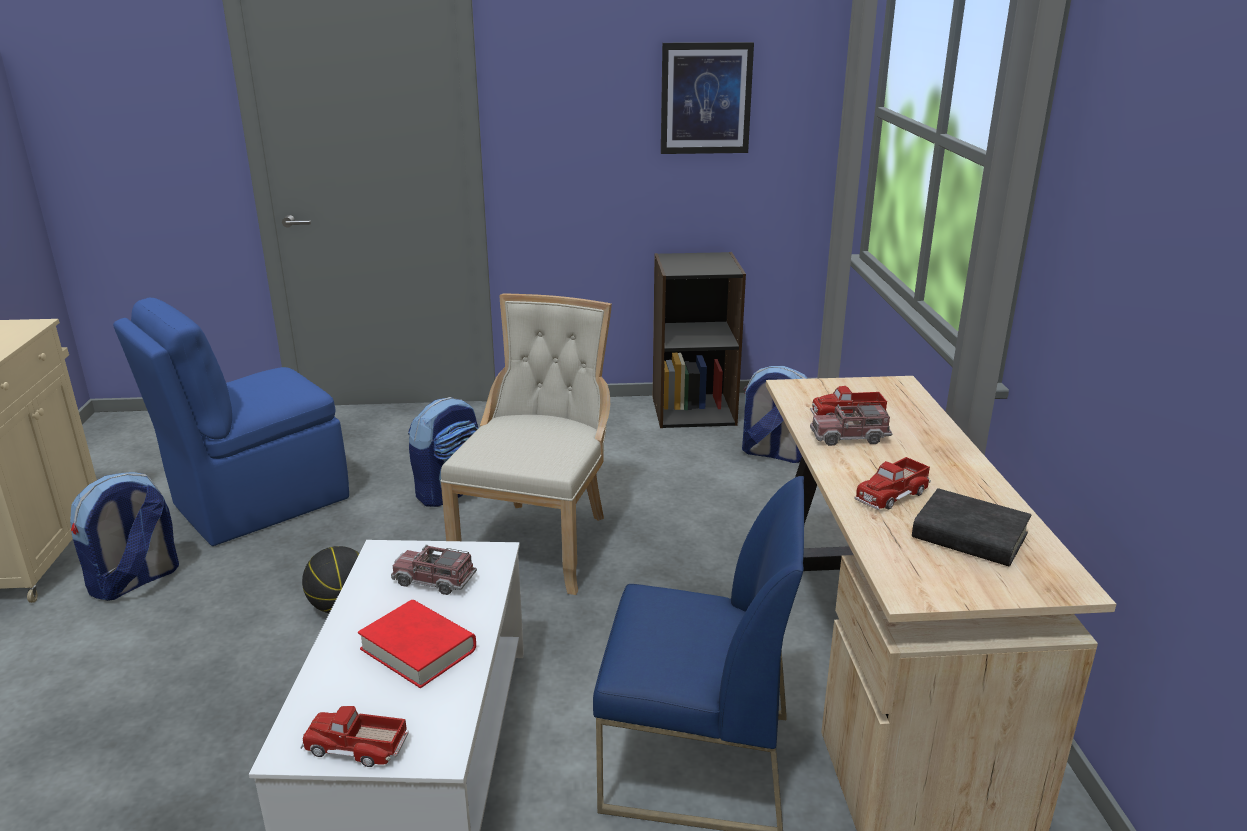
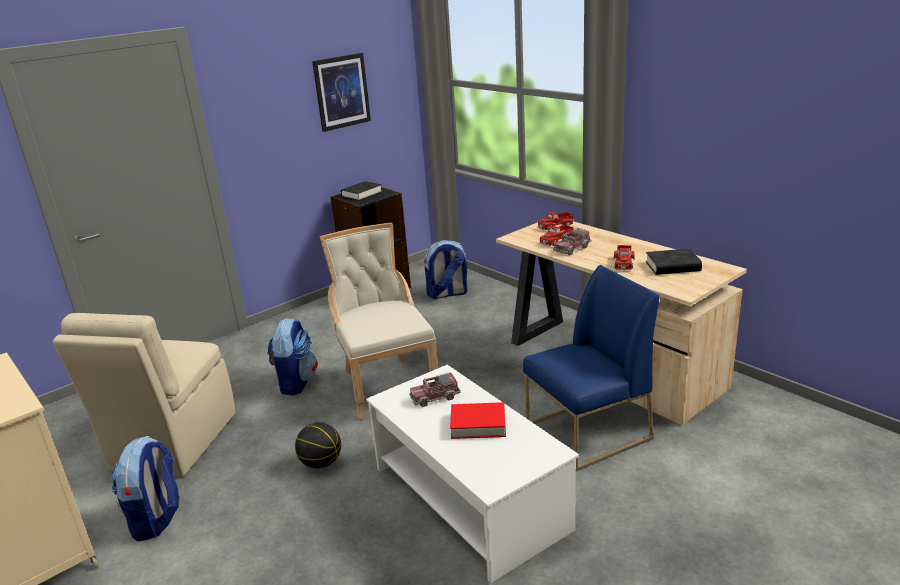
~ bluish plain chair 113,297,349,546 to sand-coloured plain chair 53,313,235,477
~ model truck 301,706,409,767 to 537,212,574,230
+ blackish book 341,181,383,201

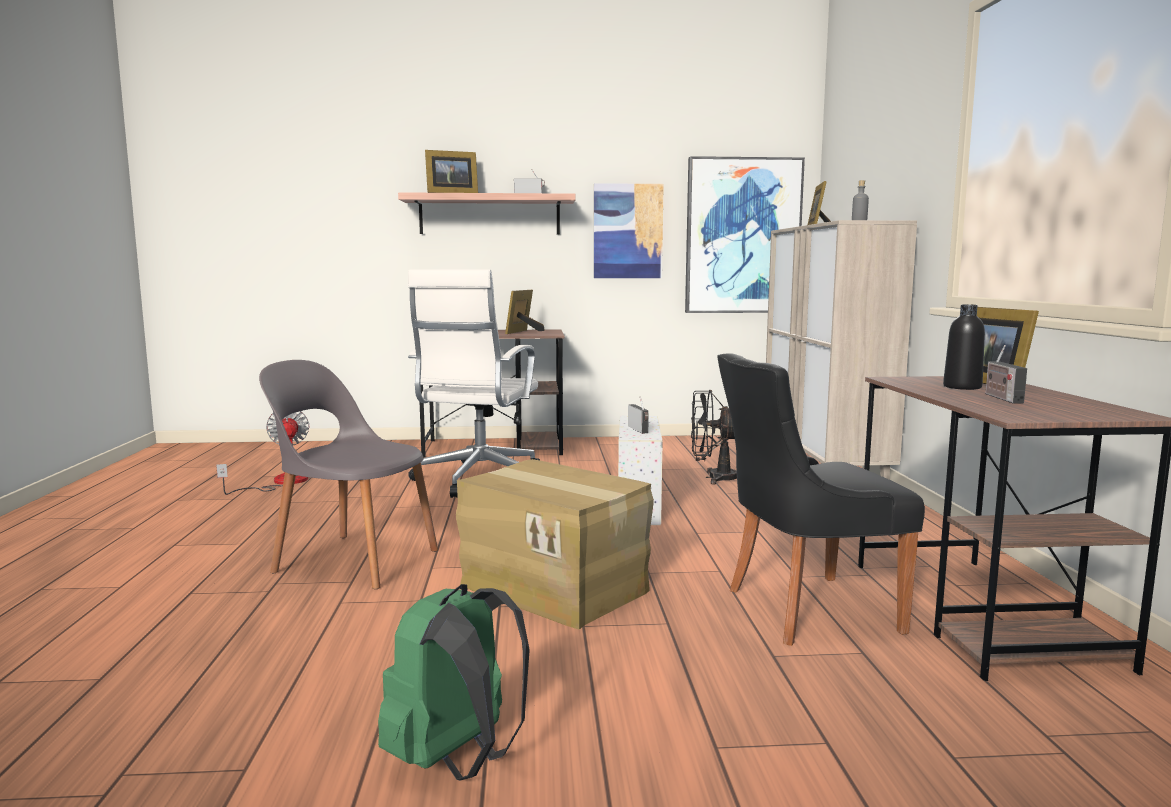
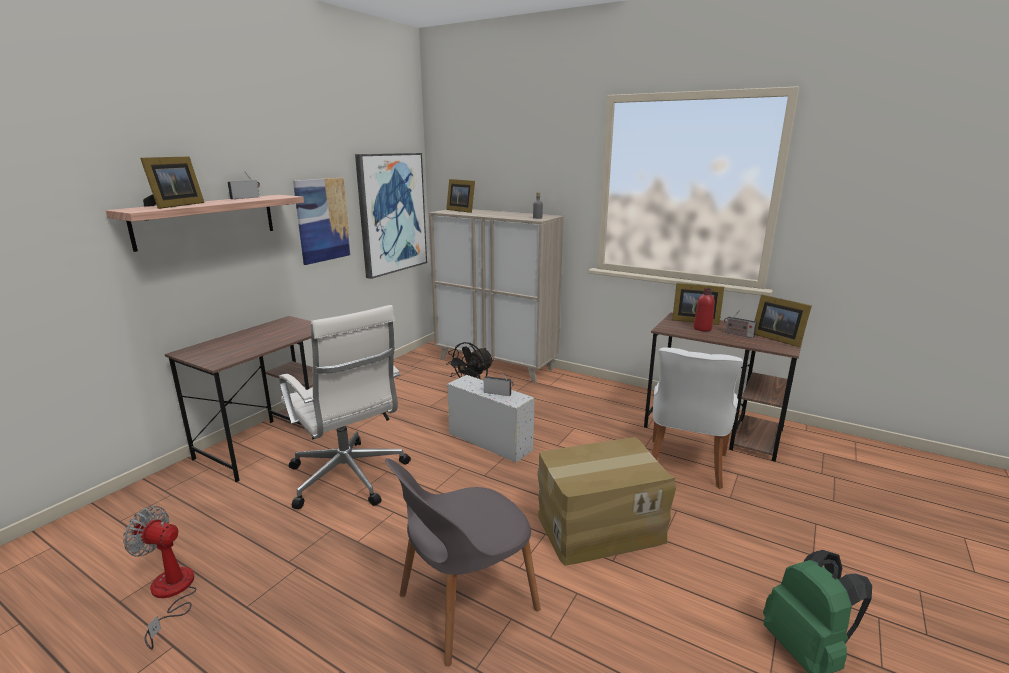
~ photo frame 505,290,545,334 to 755,295,812,347
~ blackish plain chair 717,353,925,646 to white plain chair 652,347,743,489
~ blackish beverage bottle 943,304,985,390 to red beverage bottle 694,288,715,331

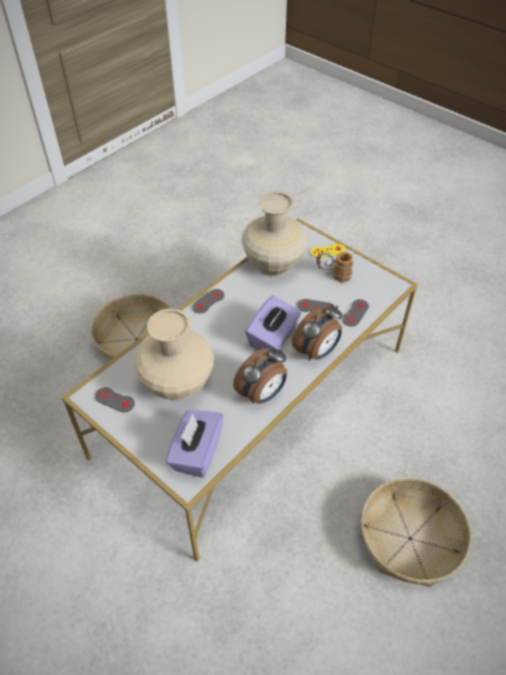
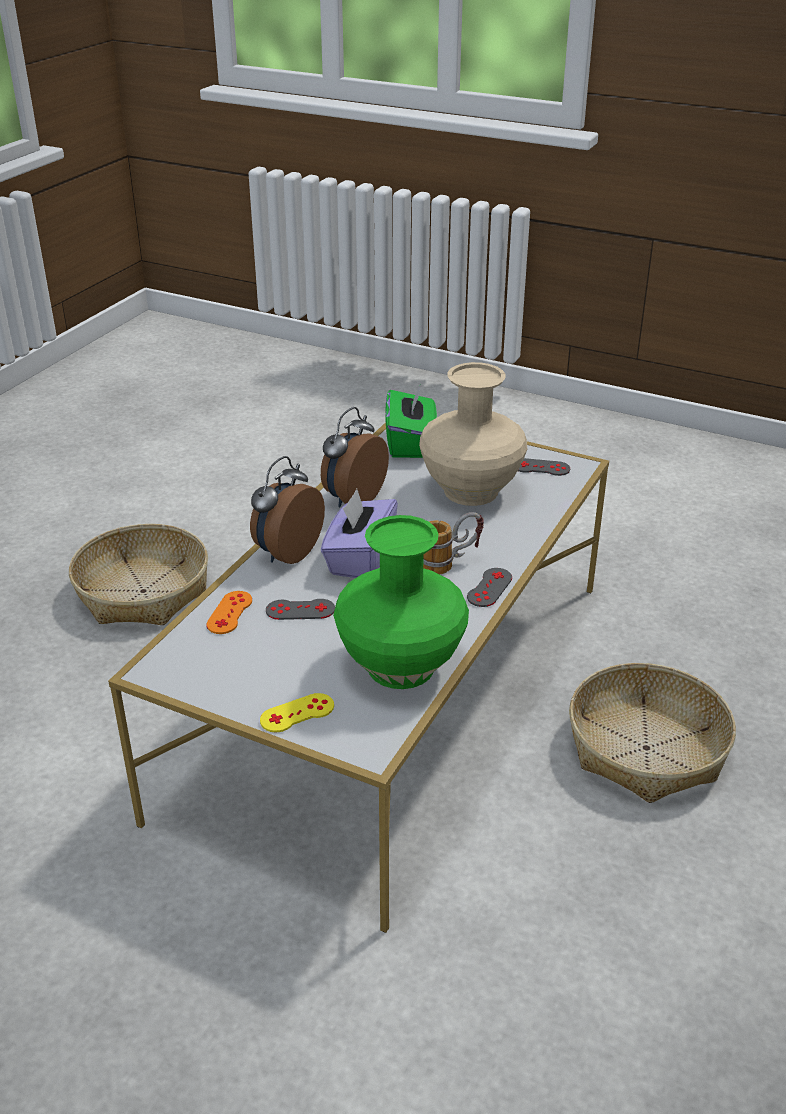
~ purplish tissue box 166,410,223,478 to green-coloured tissue box 385,383,437,458
~ sand-coloured decorative vase 242,191,308,277 to green-coloured decorative vase 333,515,469,689
~ coffee mug 317,252,353,282 to 423,512,484,574
~ gray gamepad 342,299,369,327 to orangey gamepad 206,591,252,634

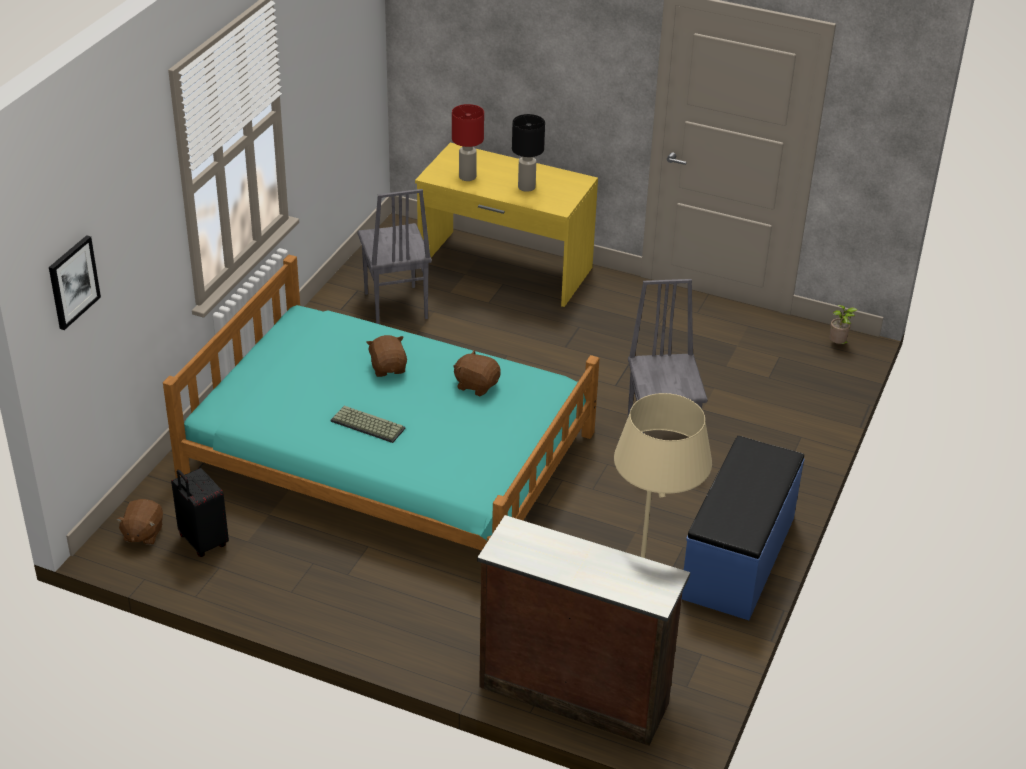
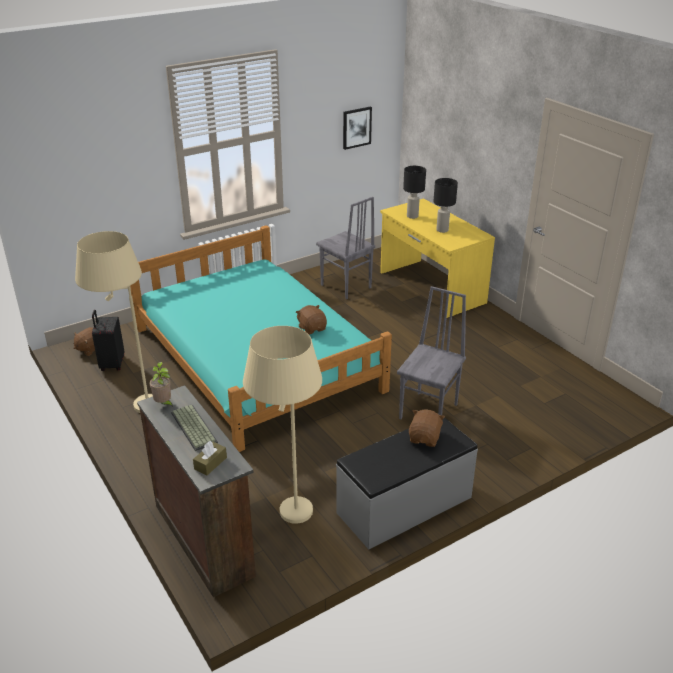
~ wall picture 49,235,101,330 to 343,107,372,150
~ keyboard 331,406,405,443 to 171,405,218,451
~ gray plain chair 357,189,432,324 = 316,197,375,299 60 degrees counterclockwise
~ brown-coloured plush toy 366,335,407,377 to 409,409,445,447
~ red lamp for a table 452,104,484,181 to blackish lamp for a table 403,166,426,219
~ bluish indoor bench 682,436,804,620 to gray indoor bench 336,418,478,549
~ houseplant 830,305,858,345 to 150,362,173,407
+ sand-coloured standing lamp 75,231,153,413
+ brown-coloured tissue box 193,441,227,475

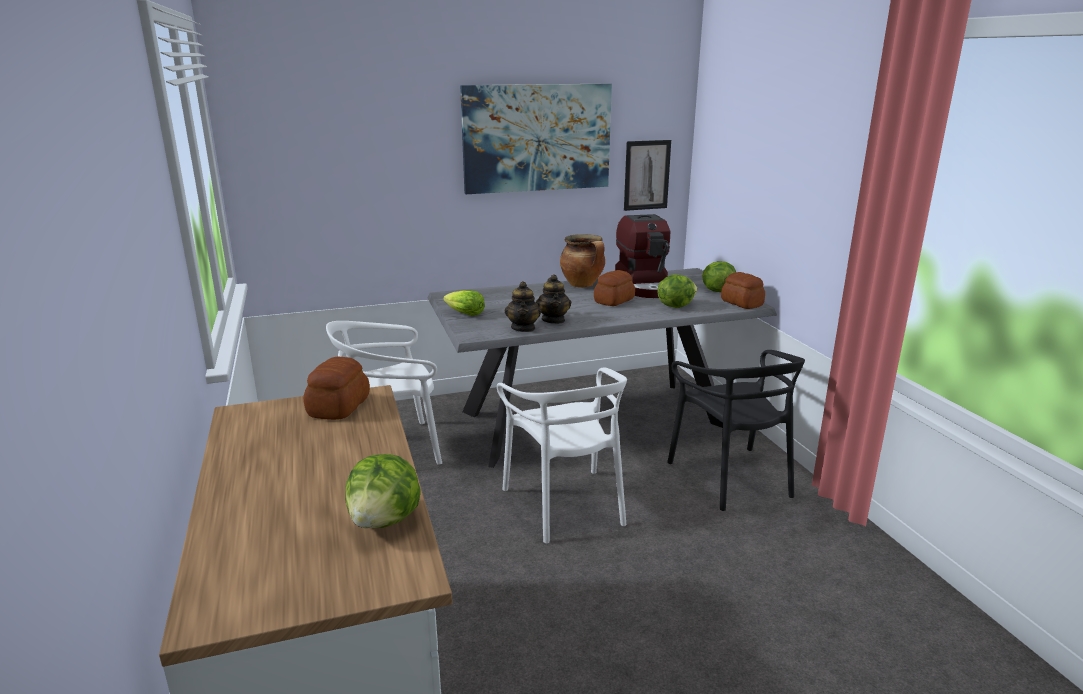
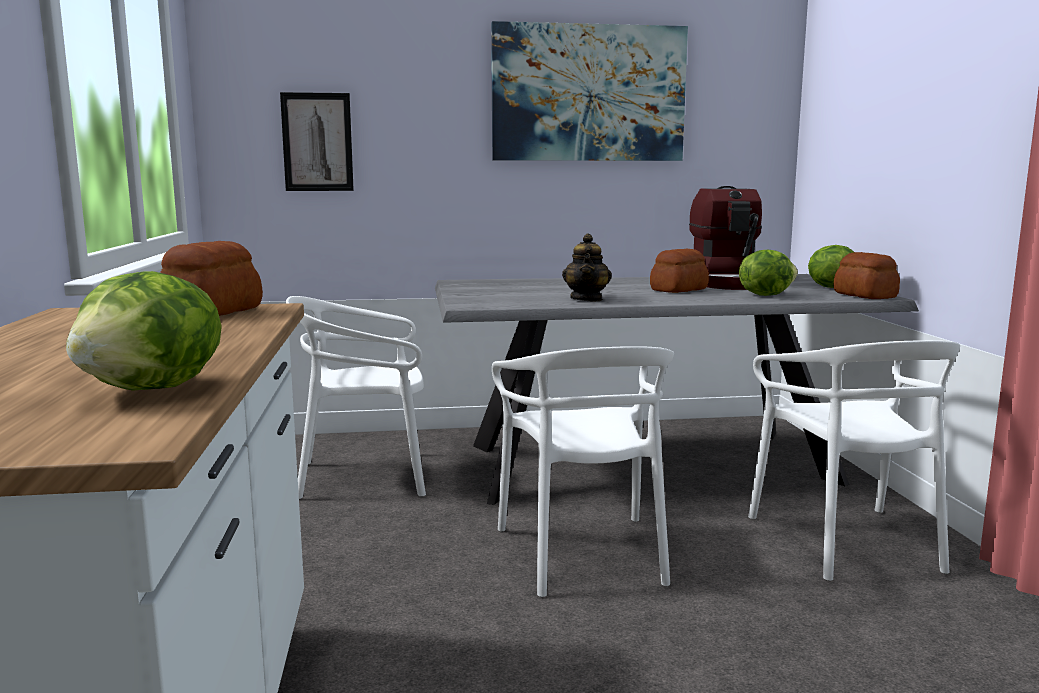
- lettuce head 443,290,485,316
- pot for tea 505,281,542,332
- stockpot 560,234,605,288
~ wall picture 624,140,671,211 to 280,92,354,191
~ blackish plain chair 667,350,805,511 to white plain chair 748,340,960,581

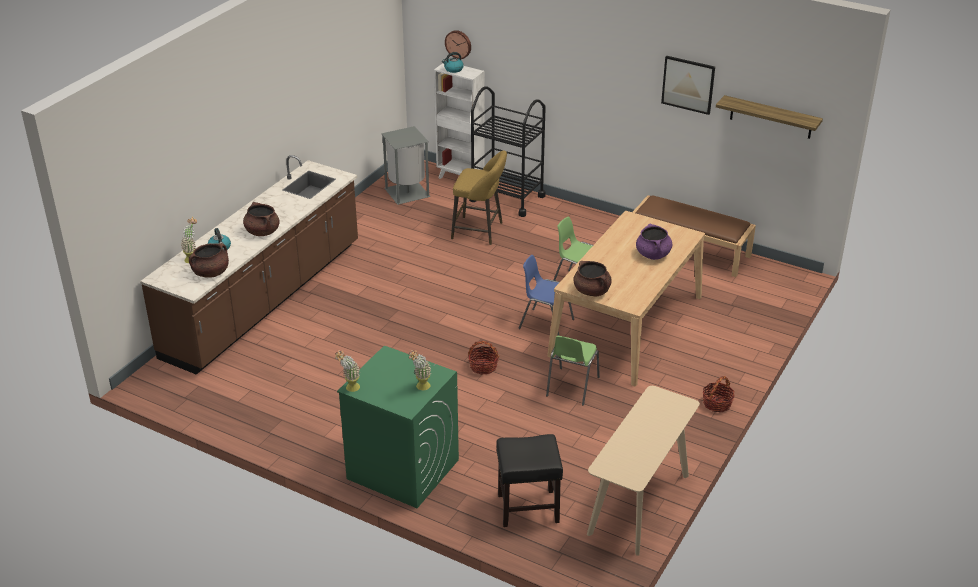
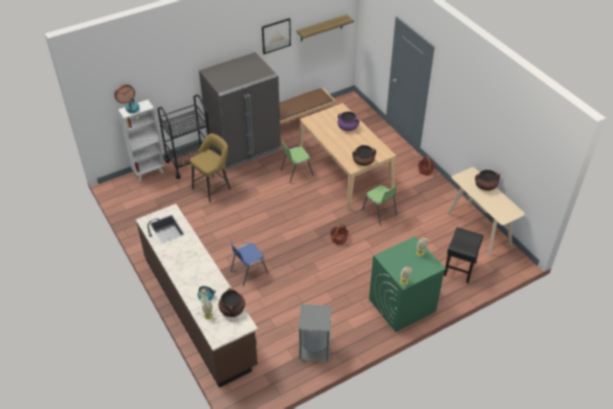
~ brown-coloured stockpot 243,202,280,236 to 475,170,500,191
~ gray trash can 381,126,431,205 to 298,304,332,362
~ bluish plain chair 519,255,574,336 to 230,243,269,286
+ gray kitchen fridge 199,52,281,169

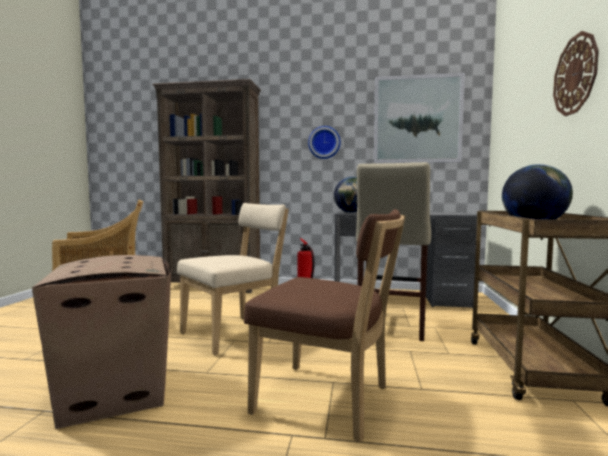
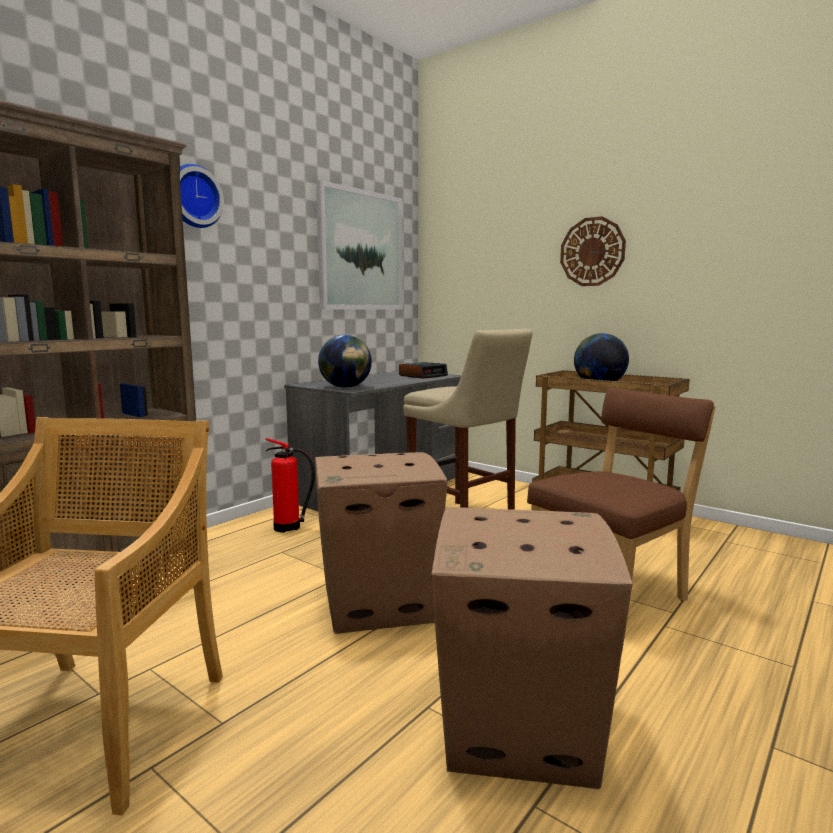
~ sand-coloured plain chair 177,203,289,355 to cardboard box 315,452,448,634
~ wall clock 308,126,341,159 to 180,164,224,228
+ table clock 399,362,448,379

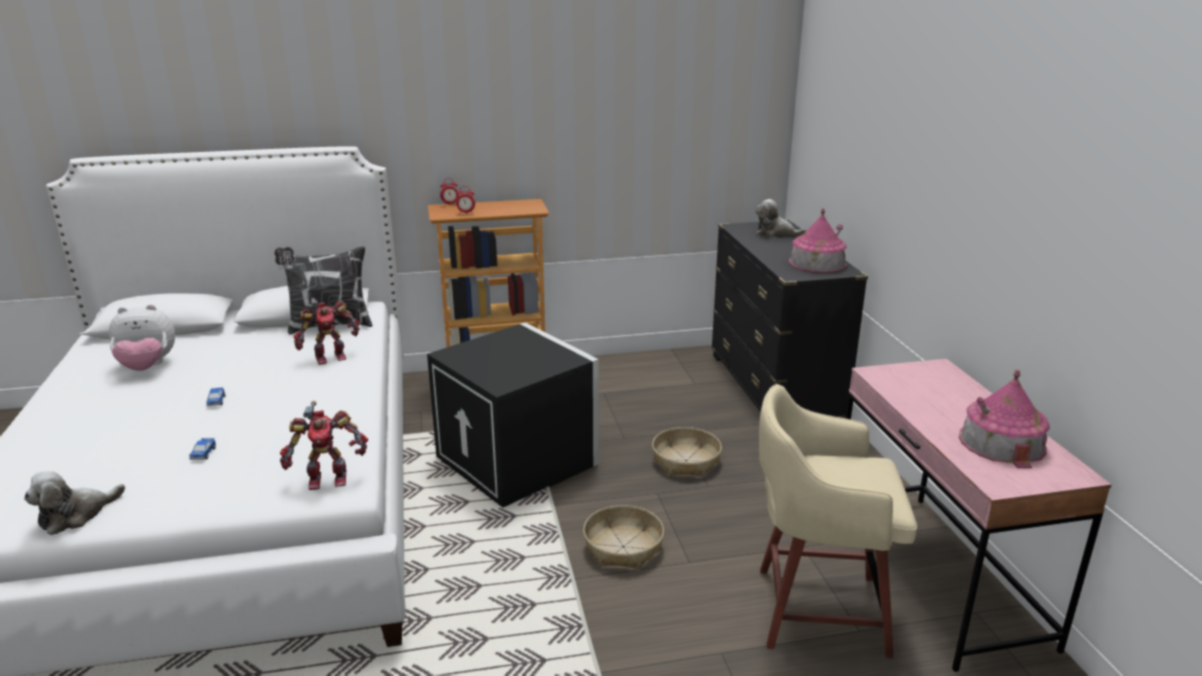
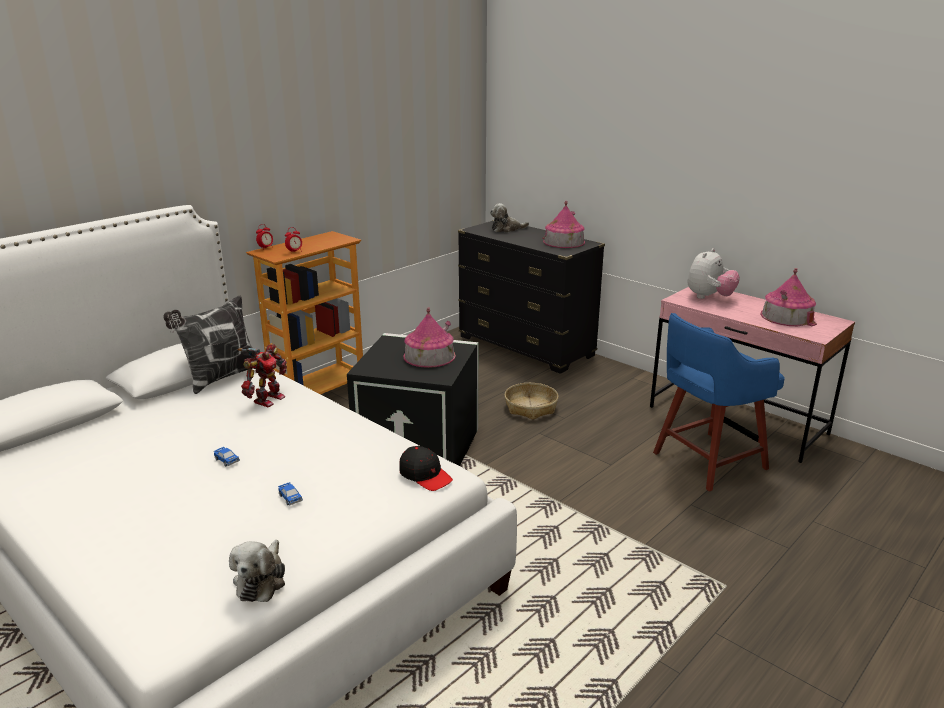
~ plush toy 109,304,175,371 to 688,248,740,299
~ toy robot 280,401,368,490 to blackish cap 399,446,453,491
- household basket 583,505,664,569
~ sand-coloured stool 759,384,917,658 to bluish stool 653,313,785,492
+ model house 403,307,456,368

